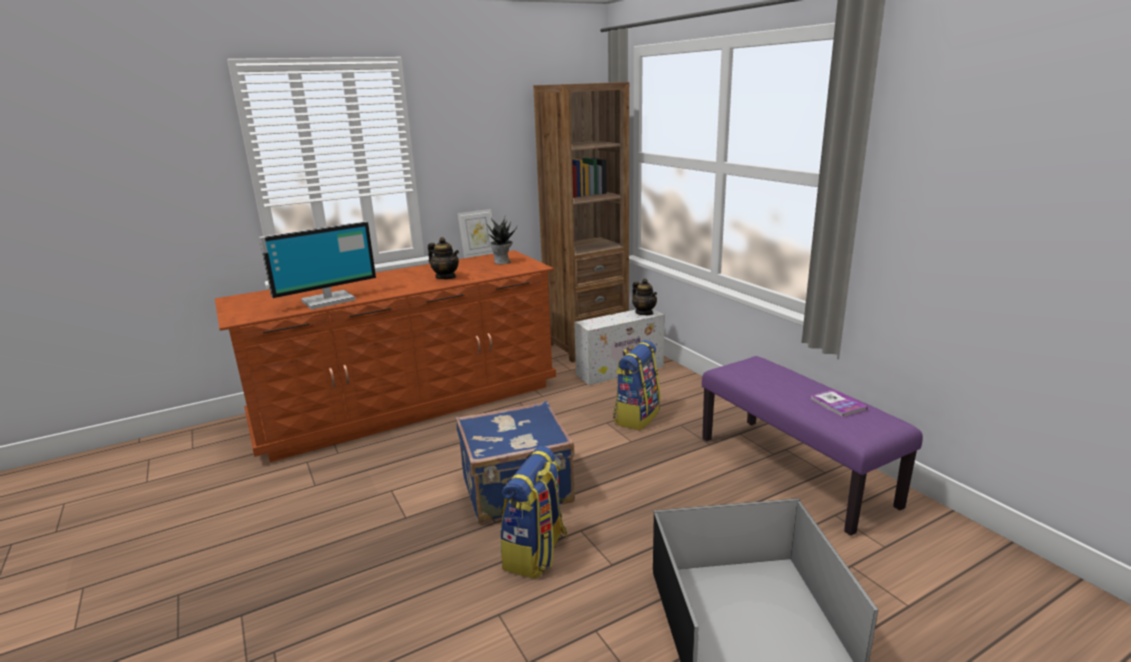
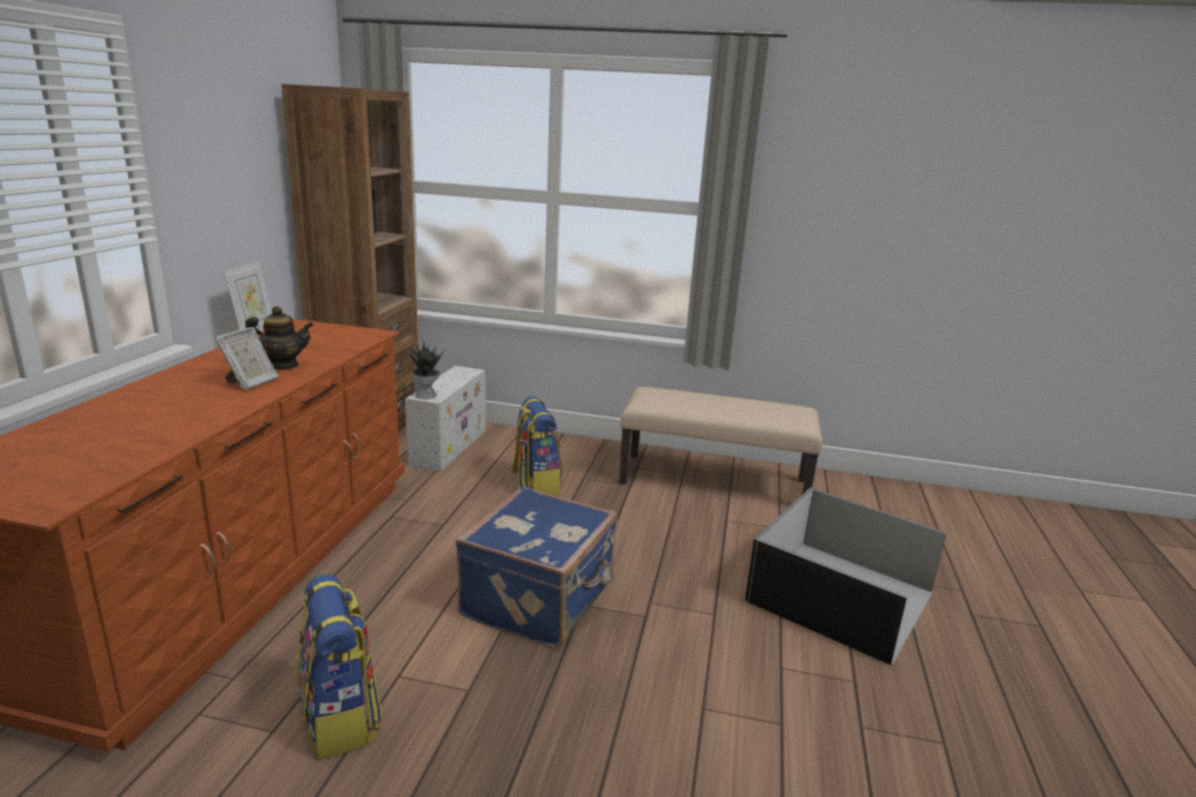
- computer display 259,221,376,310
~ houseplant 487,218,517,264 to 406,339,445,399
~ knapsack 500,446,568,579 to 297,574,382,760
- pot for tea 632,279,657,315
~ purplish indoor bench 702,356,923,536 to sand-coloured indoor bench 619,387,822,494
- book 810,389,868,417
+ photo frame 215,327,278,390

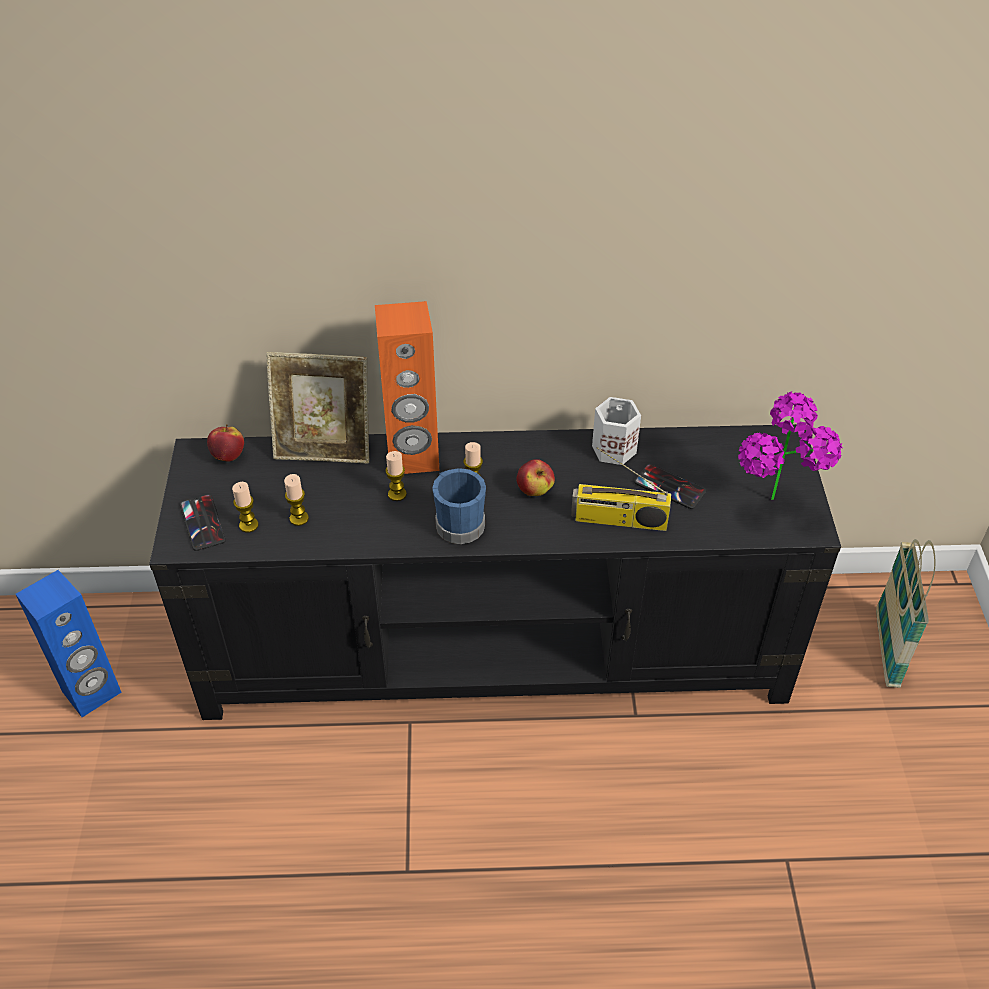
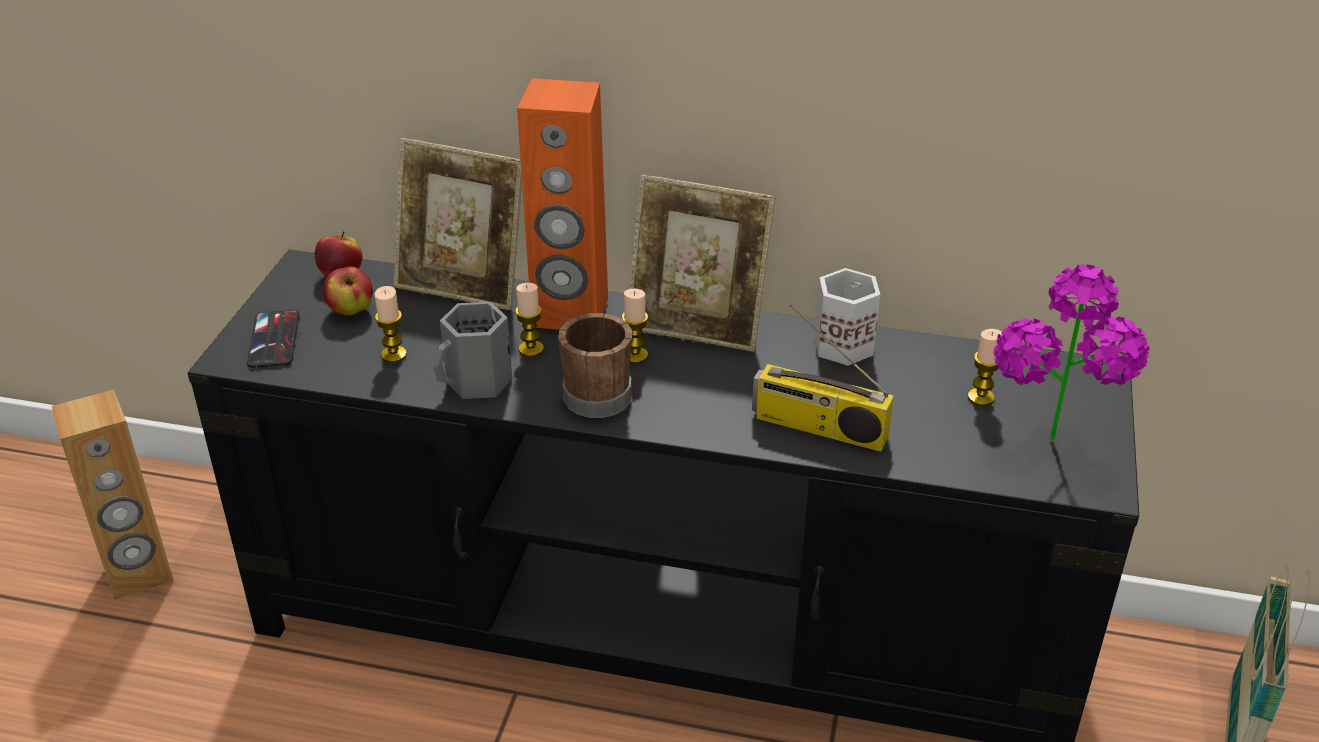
~ bluish audio speaker 16,570,121,717 to brown-coloured audio speaker 52,389,174,600
~ wax light 232,482,259,533 to 968,329,1002,406
~ bluish coffee mug 432,468,486,544 to brown-coloured coffee mug 558,313,632,418
~ apple 516,459,555,496 to 323,267,373,315
- handset 634,464,706,509
+ gray coffee mug 433,302,512,399
+ photo frame 630,174,775,352

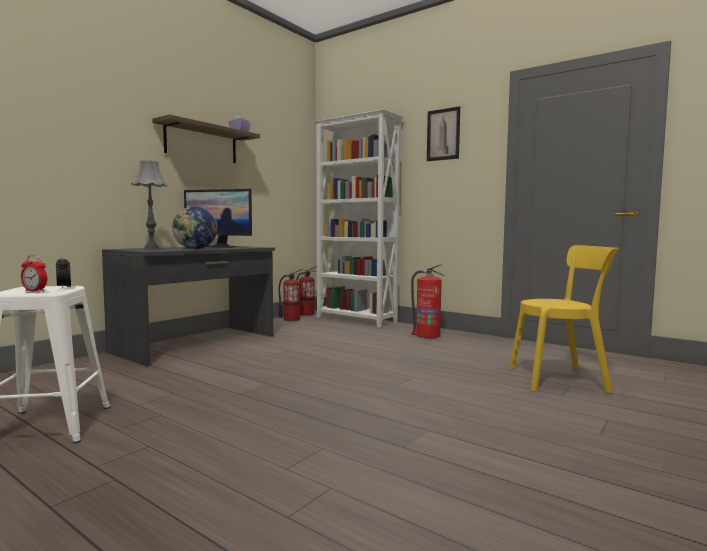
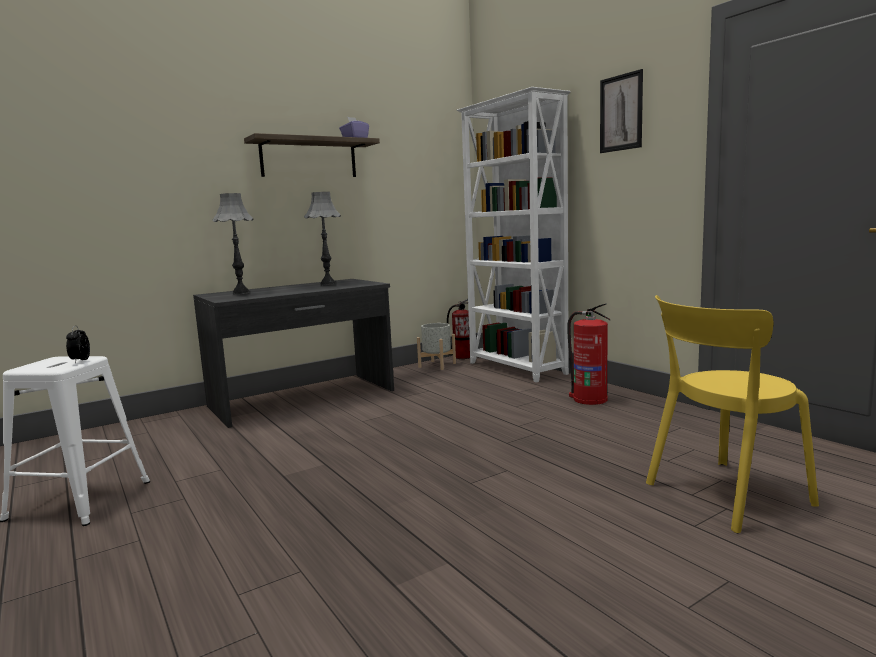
- table clock 21,255,47,292
- desk globe 172,206,217,249
~ computer display 184,189,252,248 to gray lamp for a table 304,192,341,285
~ fire extinguisher 278,269,304,321 to gray planter 417,323,456,370
~ yellow-coloured plain chair 509,245,619,393 = 646,295,819,533 135 degrees clockwise

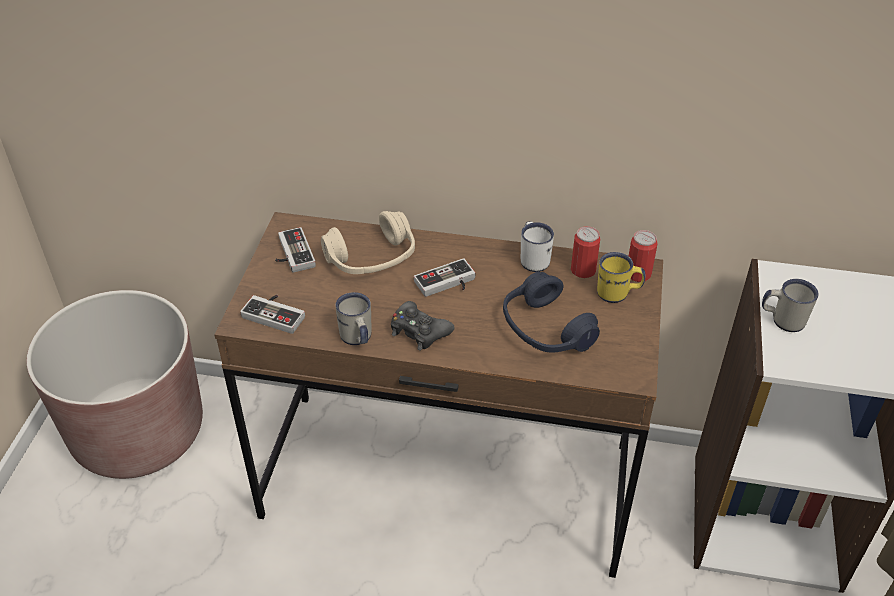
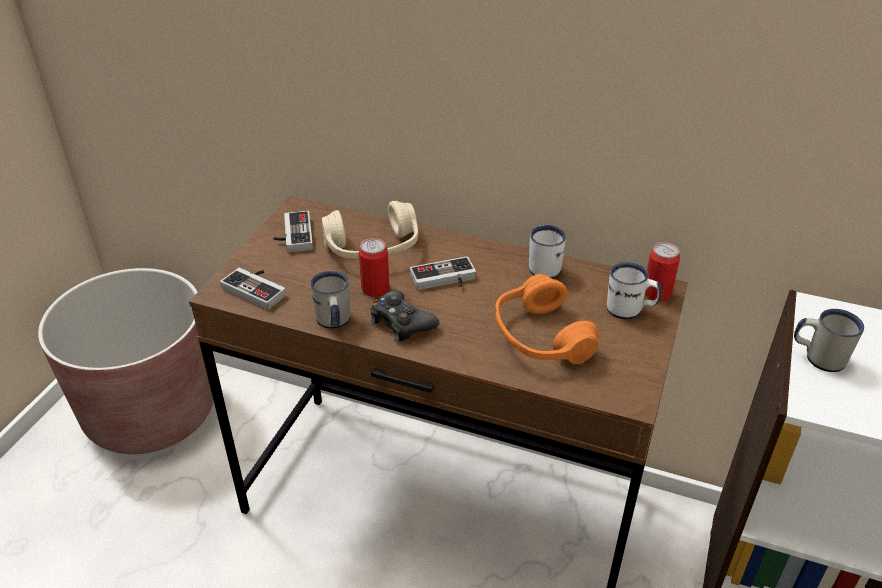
~ bluish pair of headphones 503,272,600,352 to orangey pair of headphones 495,274,599,364
~ metal can 571,226,600,278 to 359,238,390,297
~ yellow-coloured coffee mug 597,252,645,303 to white coffee mug 607,262,662,319

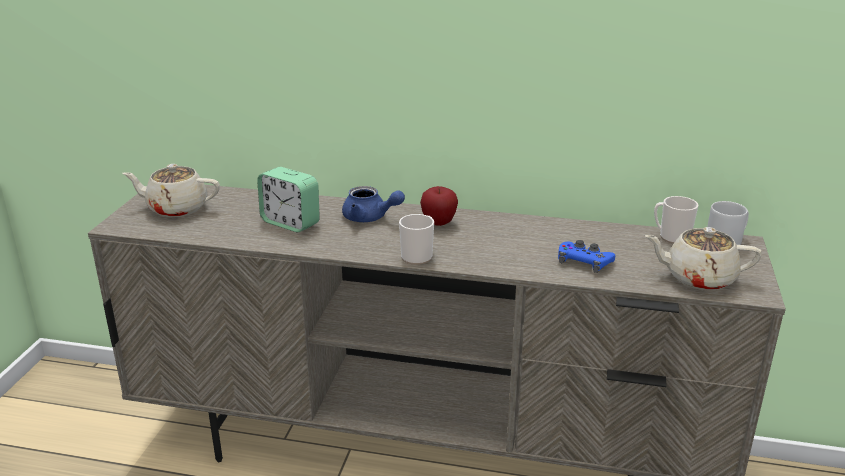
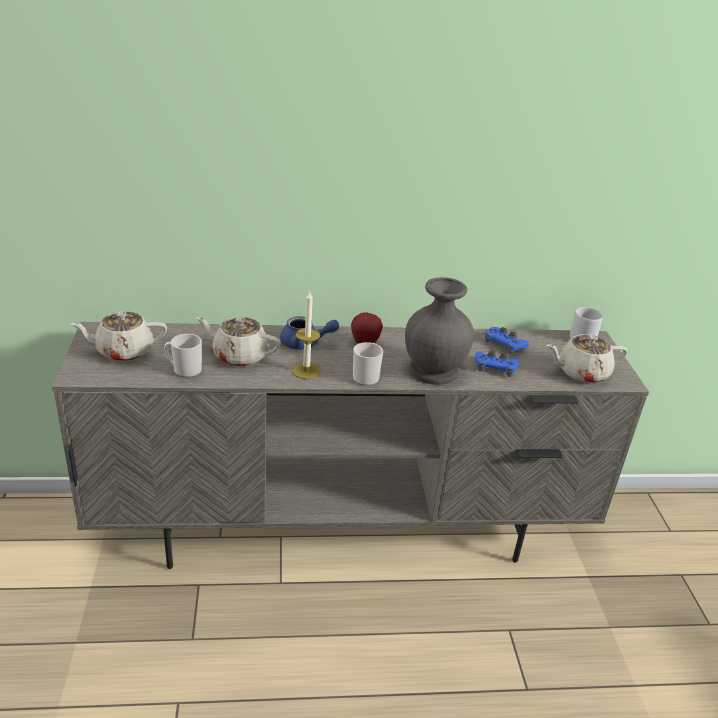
~ table clock 257,167,320,232 to sand-coloured pot for tea 196,317,281,367
~ coffee mug 654,196,698,244 to 164,334,202,378
+ wax light 293,292,320,379
+ gray decorative vase 405,277,474,385
+ bluish gamepad 485,327,529,354

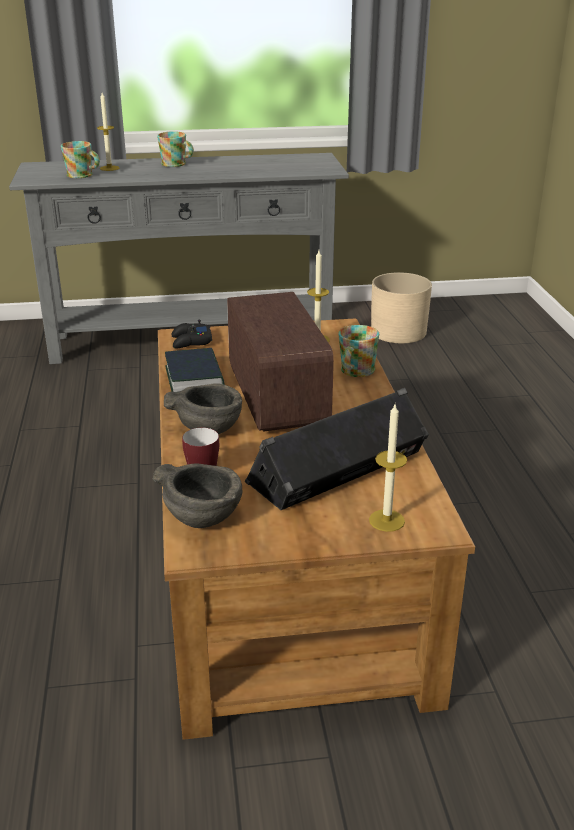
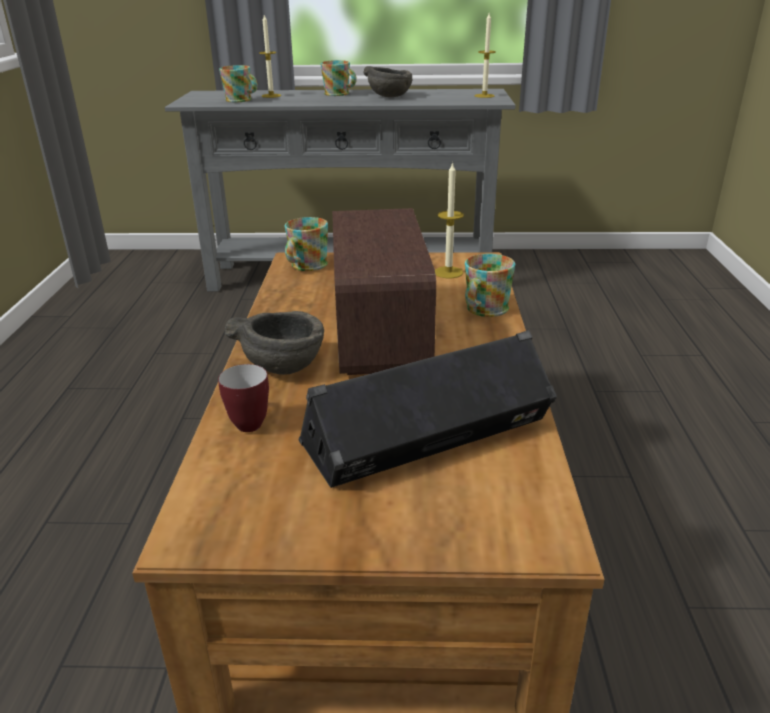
~ gray deep dish 153,463,242,528 to 363,66,412,97
- book 165,348,225,392
~ blackish gamepad 172,320,212,349 to coffee mug 285,217,328,271
~ wax light 369,404,407,532 to 475,13,496,98
- sand-coloured planter 371,272,432,343

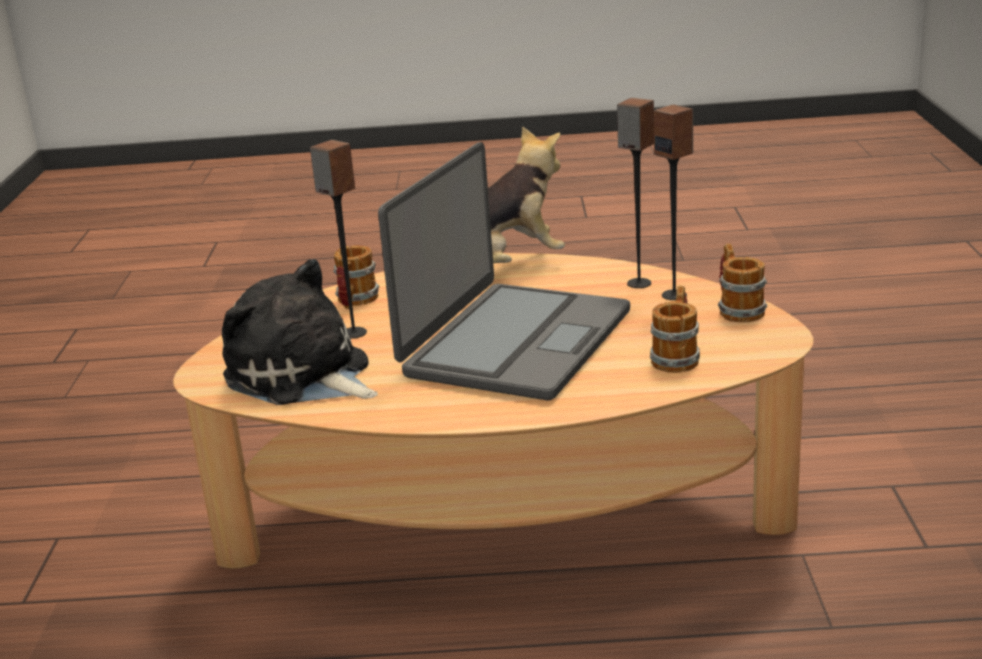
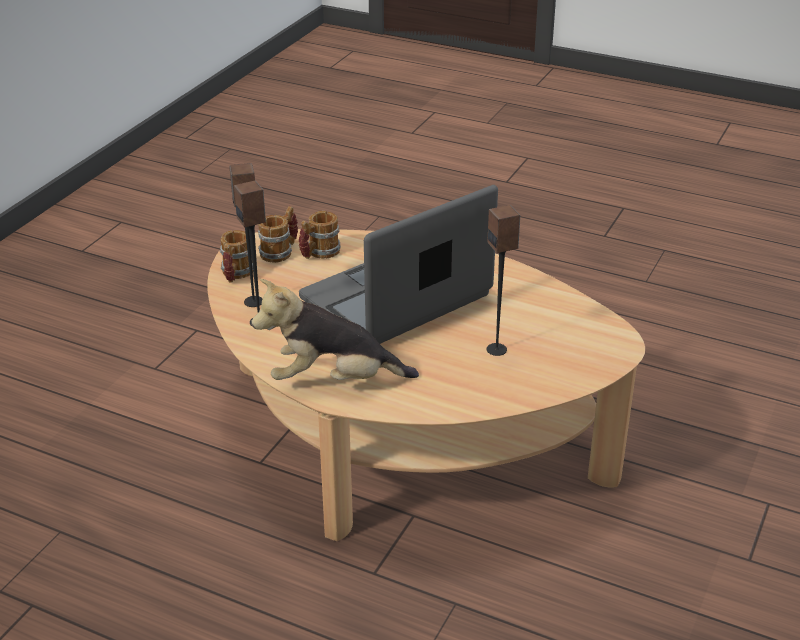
- plush toy 222,259,378,405
~ coffee mug 333,245,379,309 to 258,206,298,263

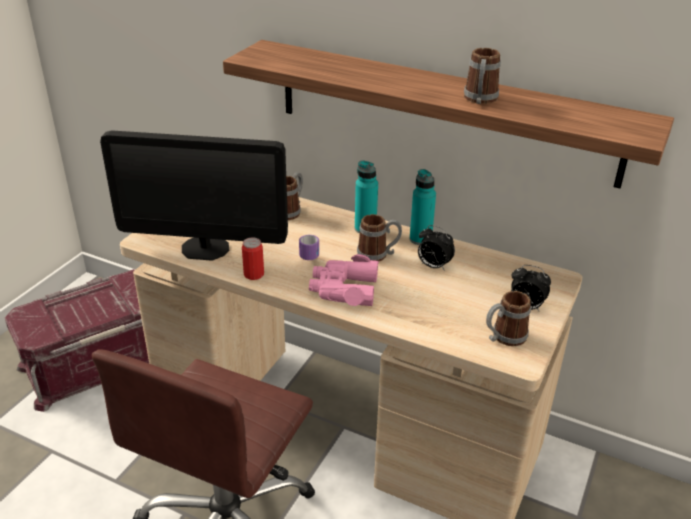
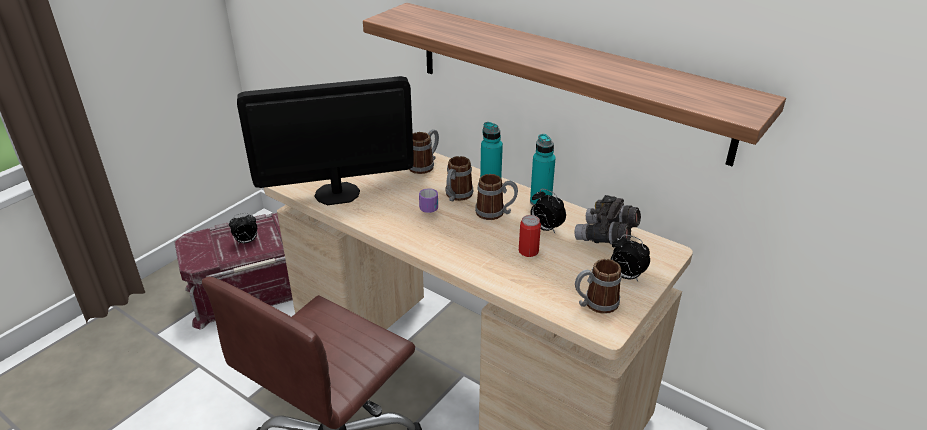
~ computer display 100,130,288,261 = 237,76,414,205 150 degrees clockwise
~ metal can 242,238,264,280 to 519,215,541,257
- pink-coloured pair of binoculars 309,254,379,306
~ coffee mug 464,48,501,104 to 445,156,473,201
+ table clock 229,213,257,244
+ gray pair of binoculars 574,195,641,245

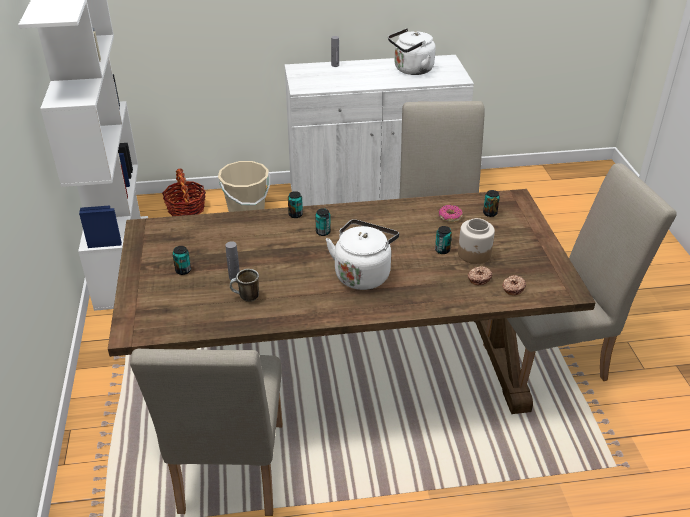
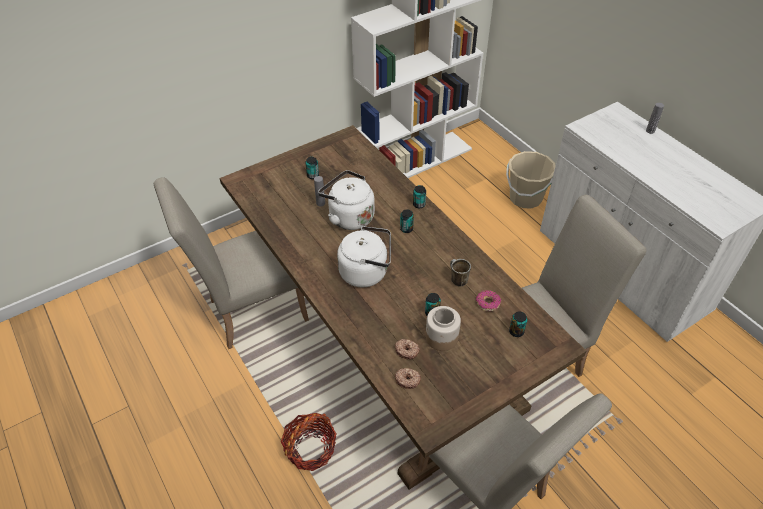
~ household basket 162,168,206,216 to 281,413,336,471
~ coffee mug 230,269,259,302 to 450,259,471,286
~ white tea kettle 388,28,435,75 to 318,170,375,230

